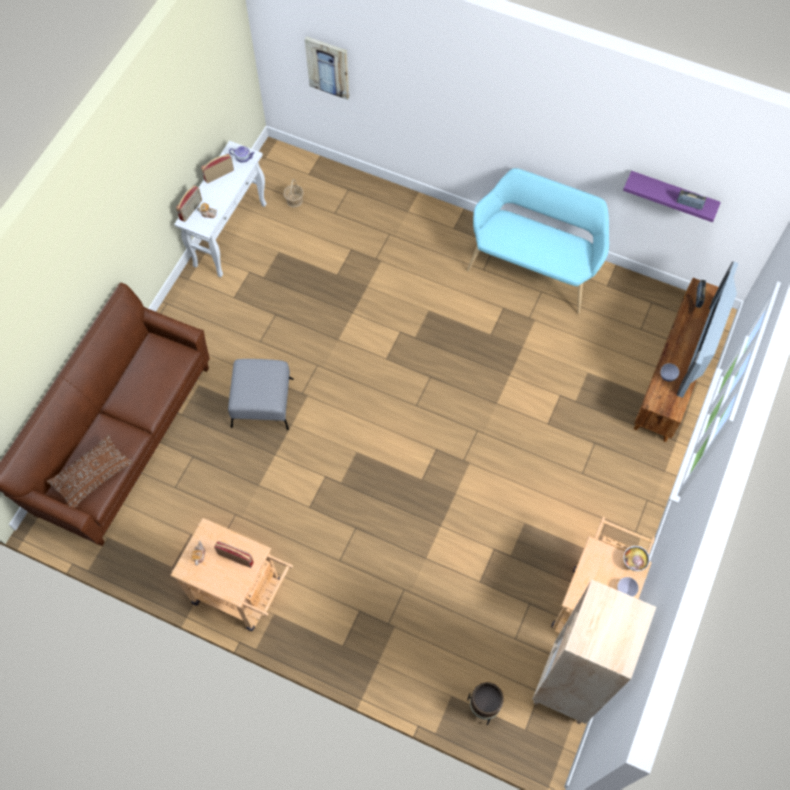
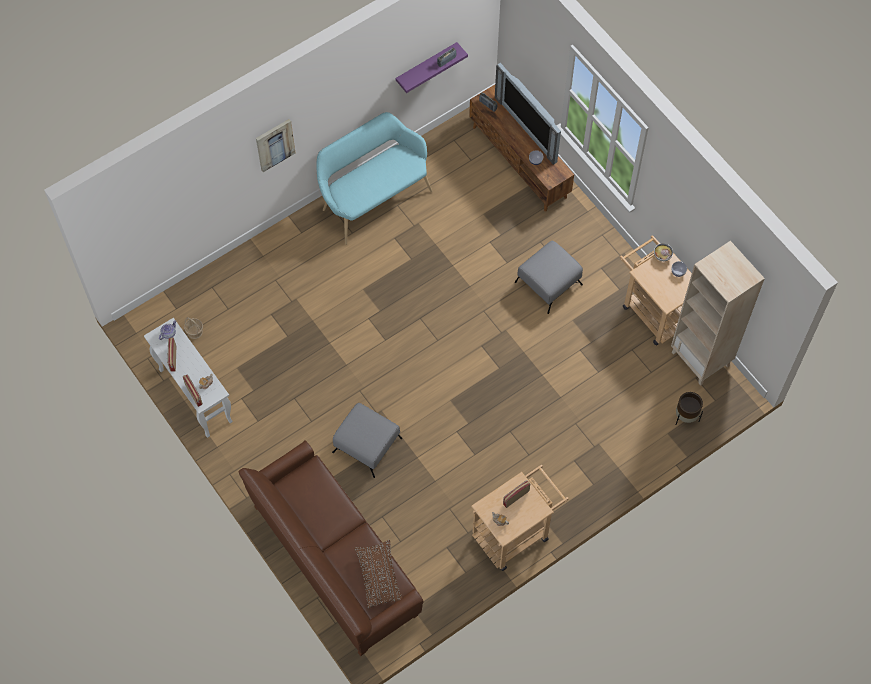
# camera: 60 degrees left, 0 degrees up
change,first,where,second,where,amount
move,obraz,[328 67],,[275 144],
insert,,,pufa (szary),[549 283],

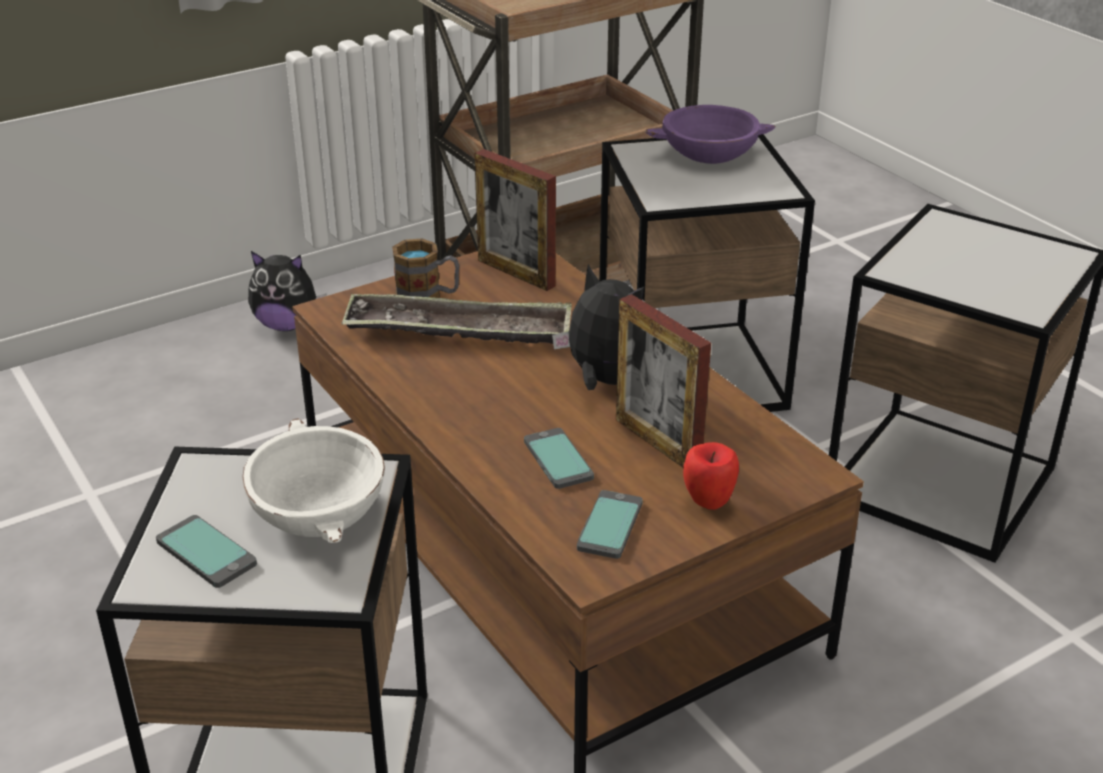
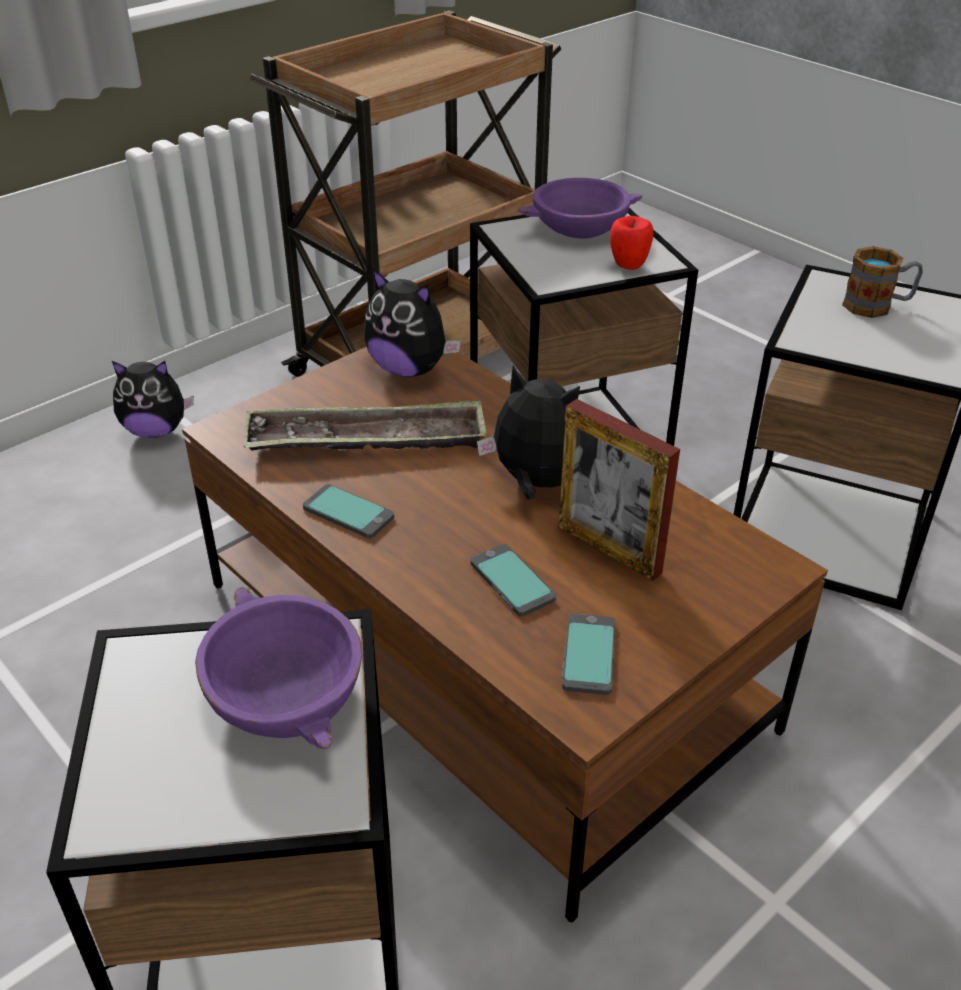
# camera: 10 degrees left, 5 degrees up
change,first,where,second,where,amount
recolor,miska (biały),[320 510],miska (fioletowy),[288 695],
move,telefon,[207 552],,[348 512],
replace,ramka na zdjęcie,[516 273],pluszak,[409 369],
move,jabłko,[708 503],,[628 267],
move,kubek,[427 296],,[877 306],

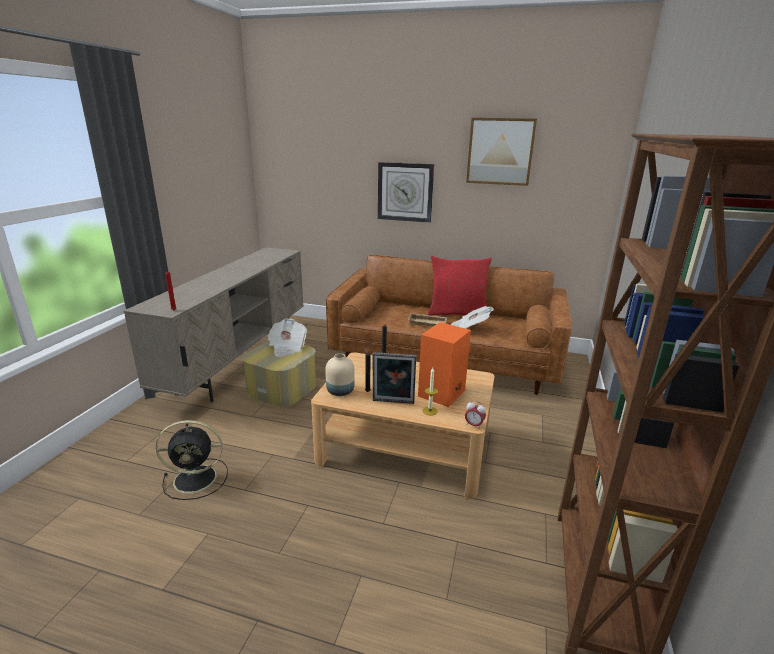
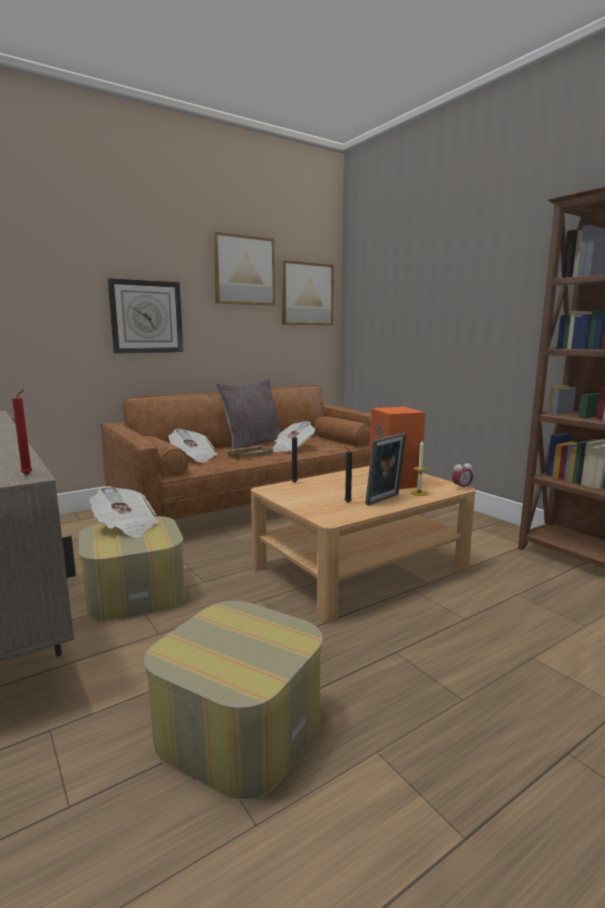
# camera: 50 degrees left, 10 degrees down
change,first,where,second,where,amount
replace,wentylator (czarny),[197 478],pufa,[239 727],
insert,,,gazeta,[193 458],
recolor,poduszka (czerwony),[457 313],poduszka (szary),[252 444],
insert,,,obraz,[306 294],
delete,wazon (beżowy),[340 391],,,

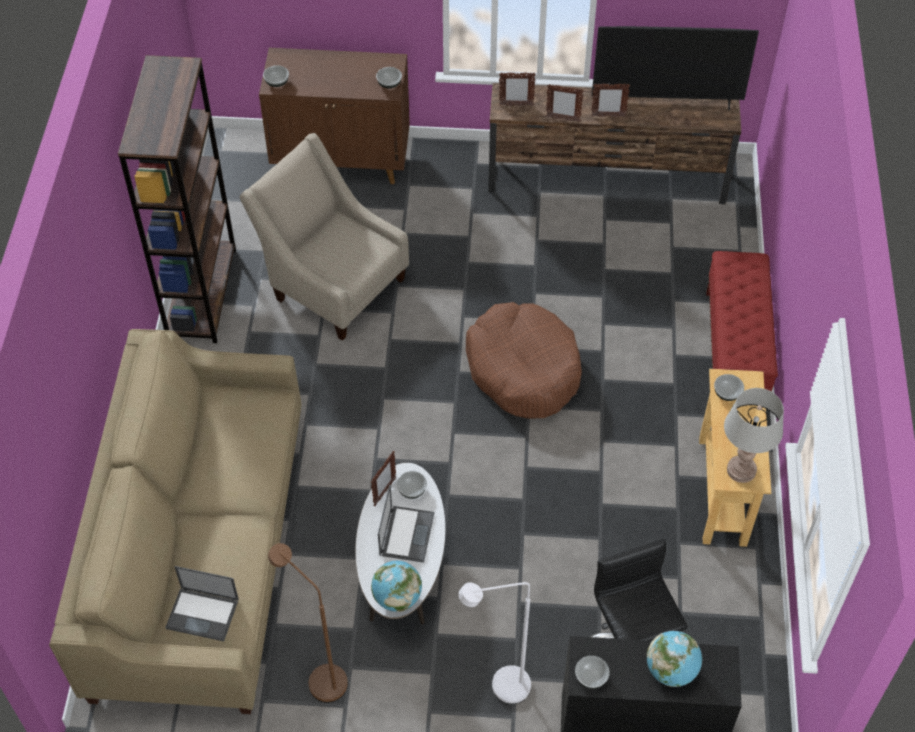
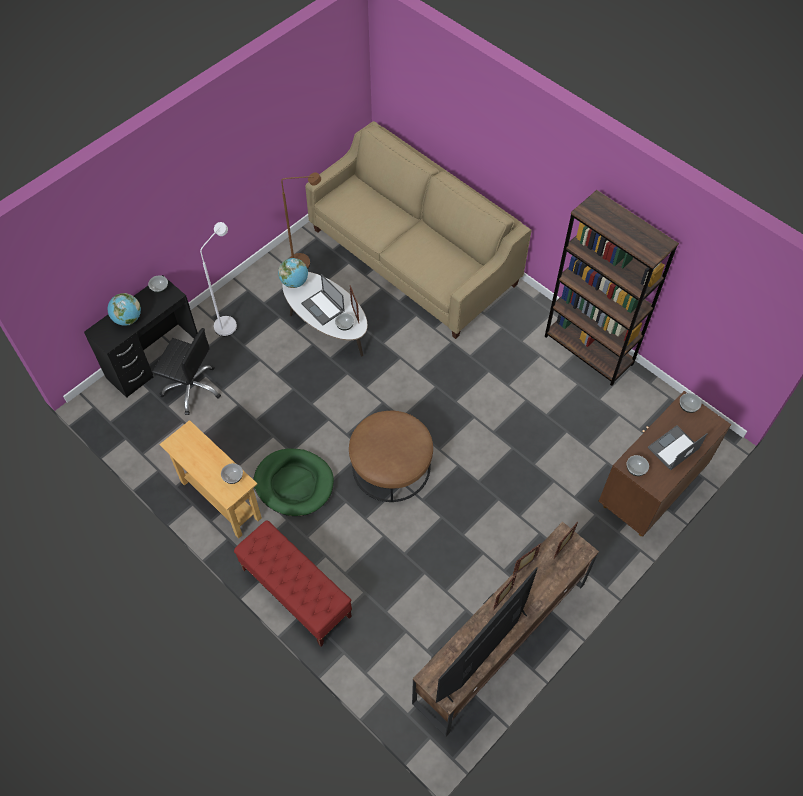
# camera: 130 degrees right, 5 degrees up
change,first,where,second,where,amount
insert,,,legowisko (zielony),[294 483],
replace,legowisko (brązowy),[523 369],pufa (brązowy),[391 466],
move,laptop,[203 613],,[673 448],
delete,fotel (beżowy),[333 284],,,
delete,lampa stołowa (szary),[741 470],,,

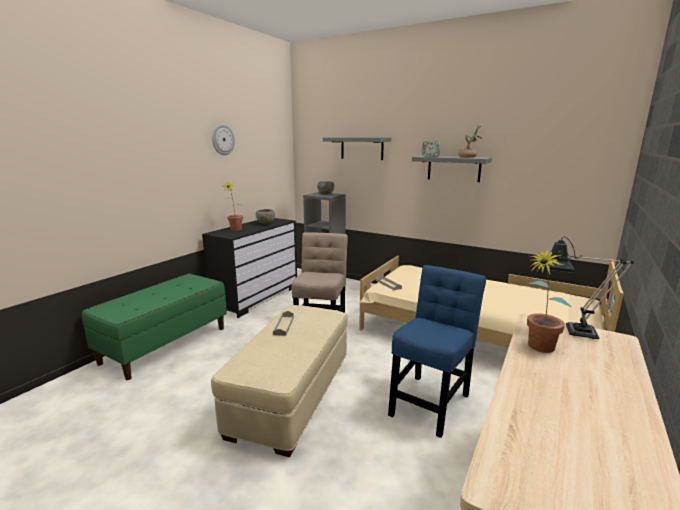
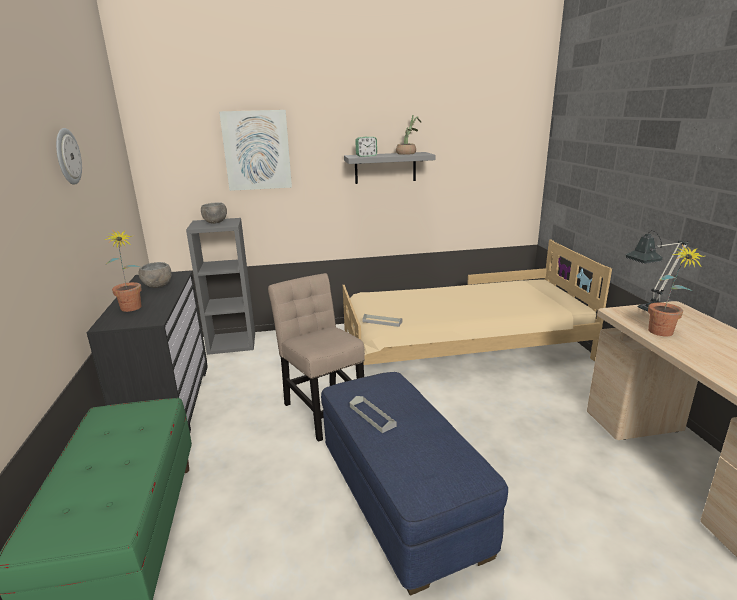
# camera: 40 degrees left, 5 degrees up
change,first,where,second,where,amount
replace,półka (szary),[362 148],obraz,[257 150],
recolor,pufa (beżowy),[292 394],pufa (niebieski),[401 496],
delete,krzesło (niebieski),[430 401],,,

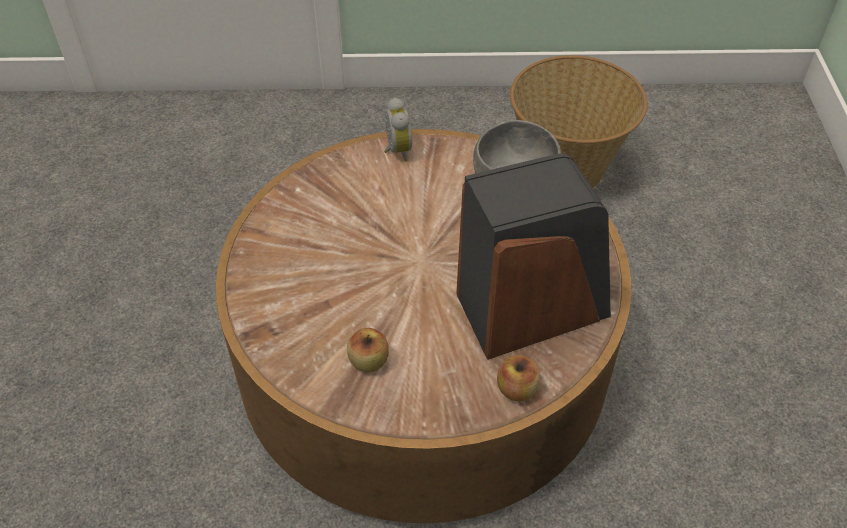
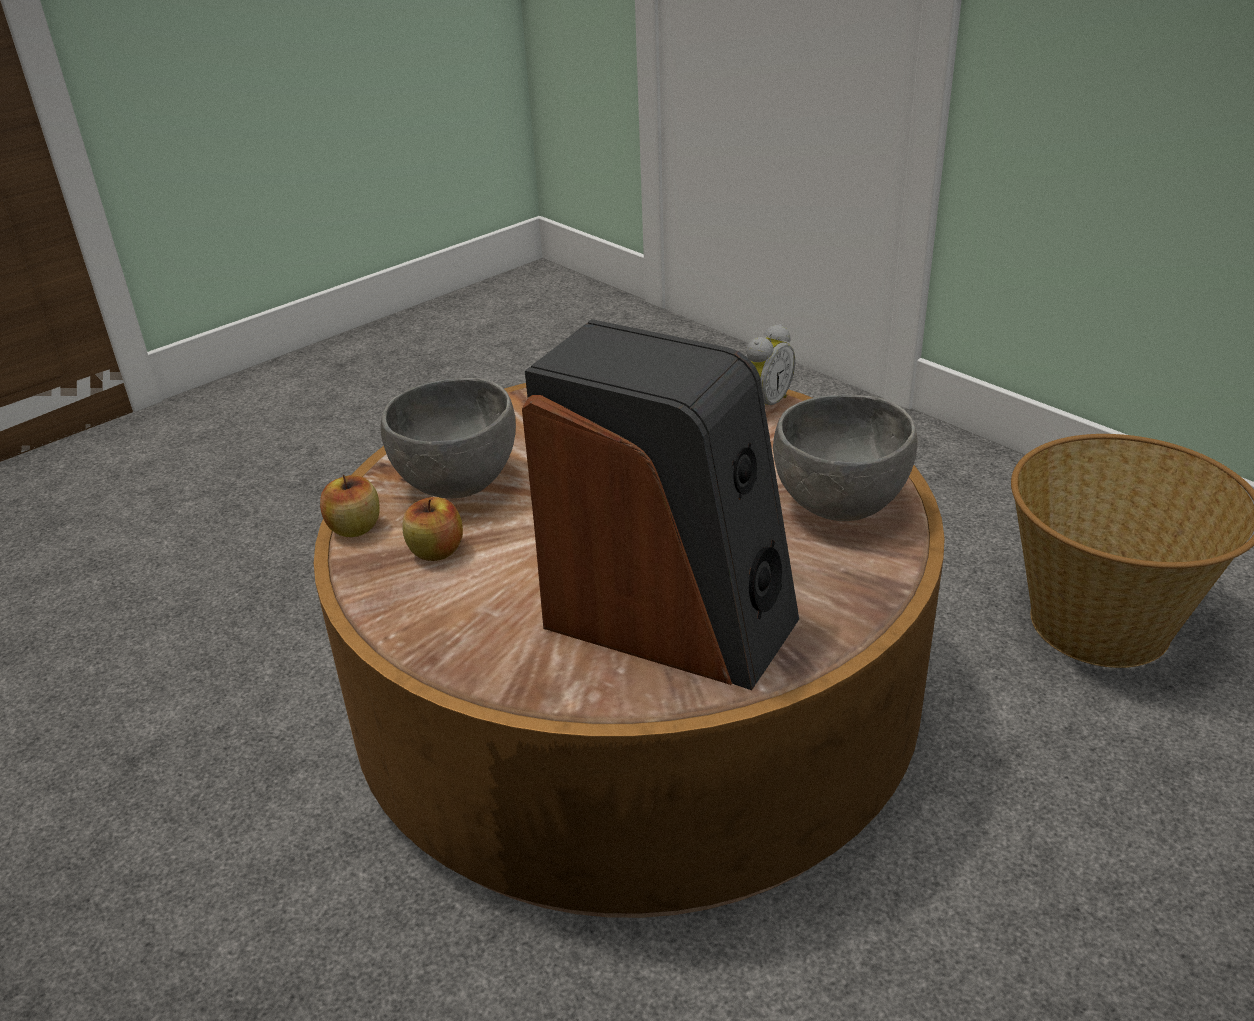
# camera: 50 degrees right, 15 degrees down
change,first,where,second,where,amount
move,jabłko,[516 389],,[354 528],
insert,,,miska (szary),[457 483],

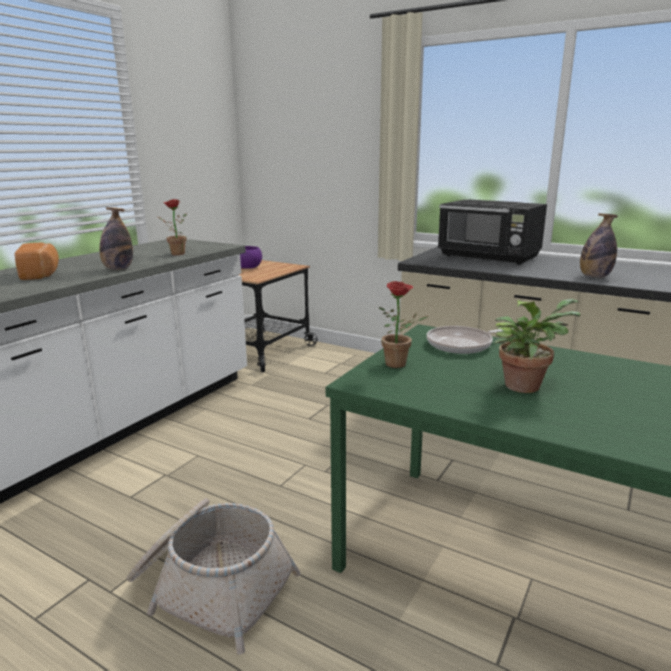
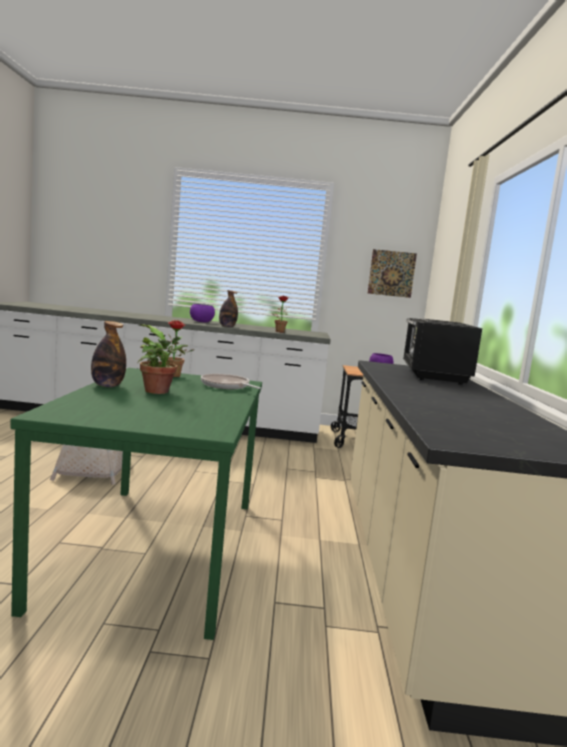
# camera: 60 degrees right, 10 degrees down
change,first,where,second,where,amount
move,butelka,[594 277],,[107 386],
replace,chleb,[41 274],miska (fioletowy),[201 322],
insert,,,obraz,[391 273],

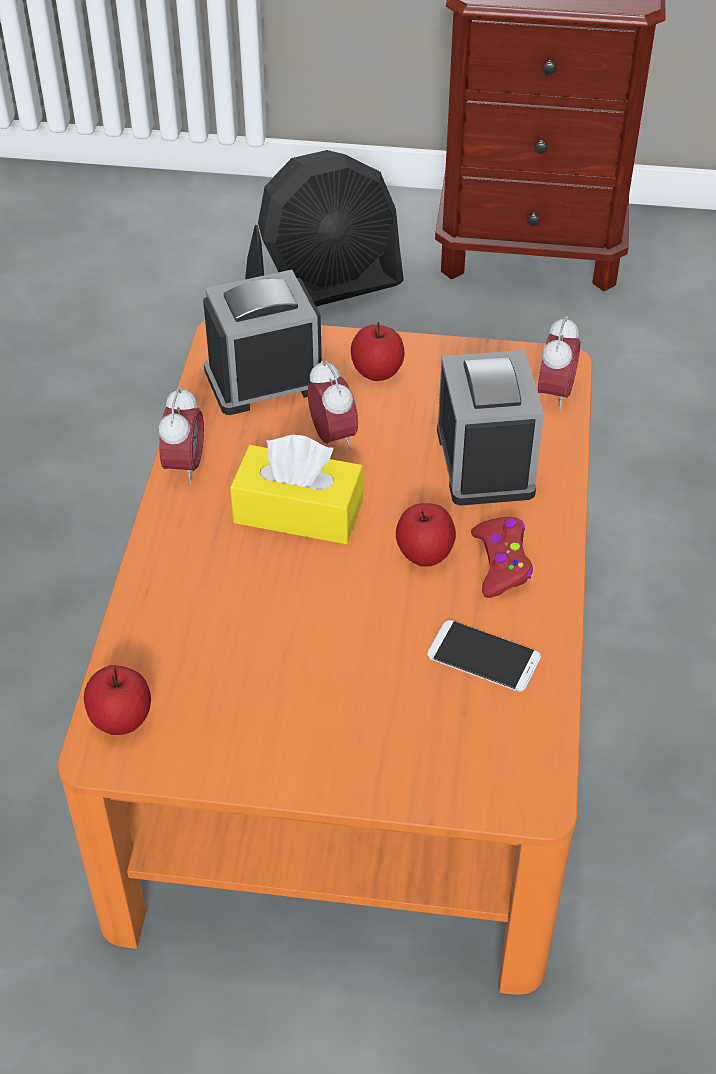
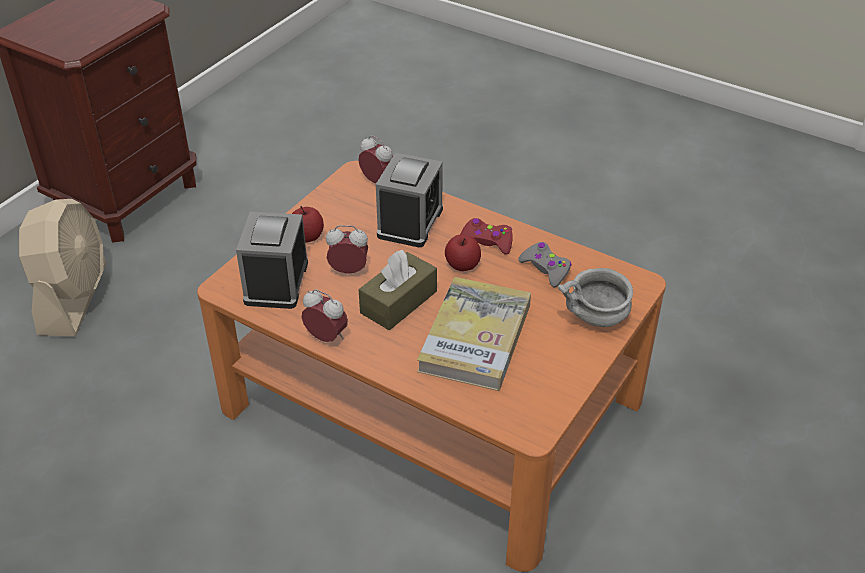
# camera: 65 degrees left, 5 degrees down
change,first,where,second,where,amount
recolor,wentylator (czarny),[325 288],wentylator (beżowy),[74 298],
recolor,pudełko chusteczek (żółty),[298 512],pudełko chusteczek (brązowy),[398 302],
rotate,budzik,[485 461],,[410 222],90 degrees clockwise
insert,,,książka,[475 337],
replace,telefon,[483 657],pad do gier (szary),[545 269],
insert,,,miska (szary),[596 317],
delete,jabłko,[121 718],,,

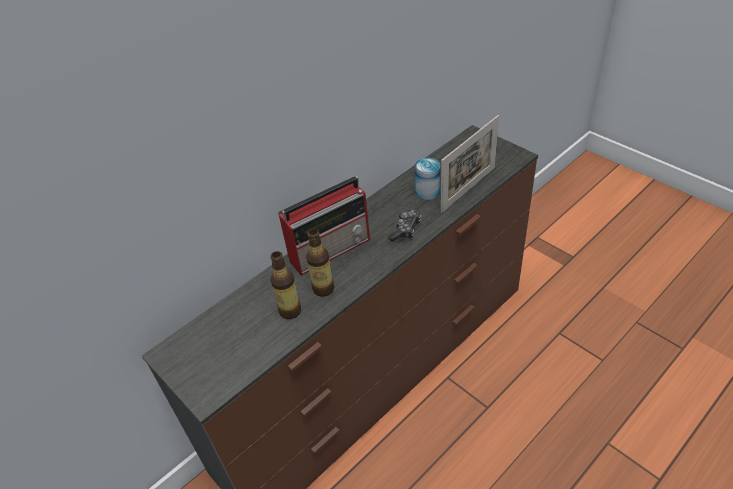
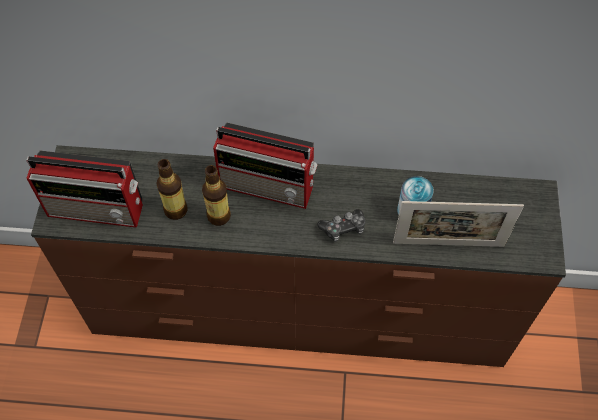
# camera: 45 degrees right, 15 degrees up
change,first,where,second,where,amount
insert,,,radio,[98 209],

